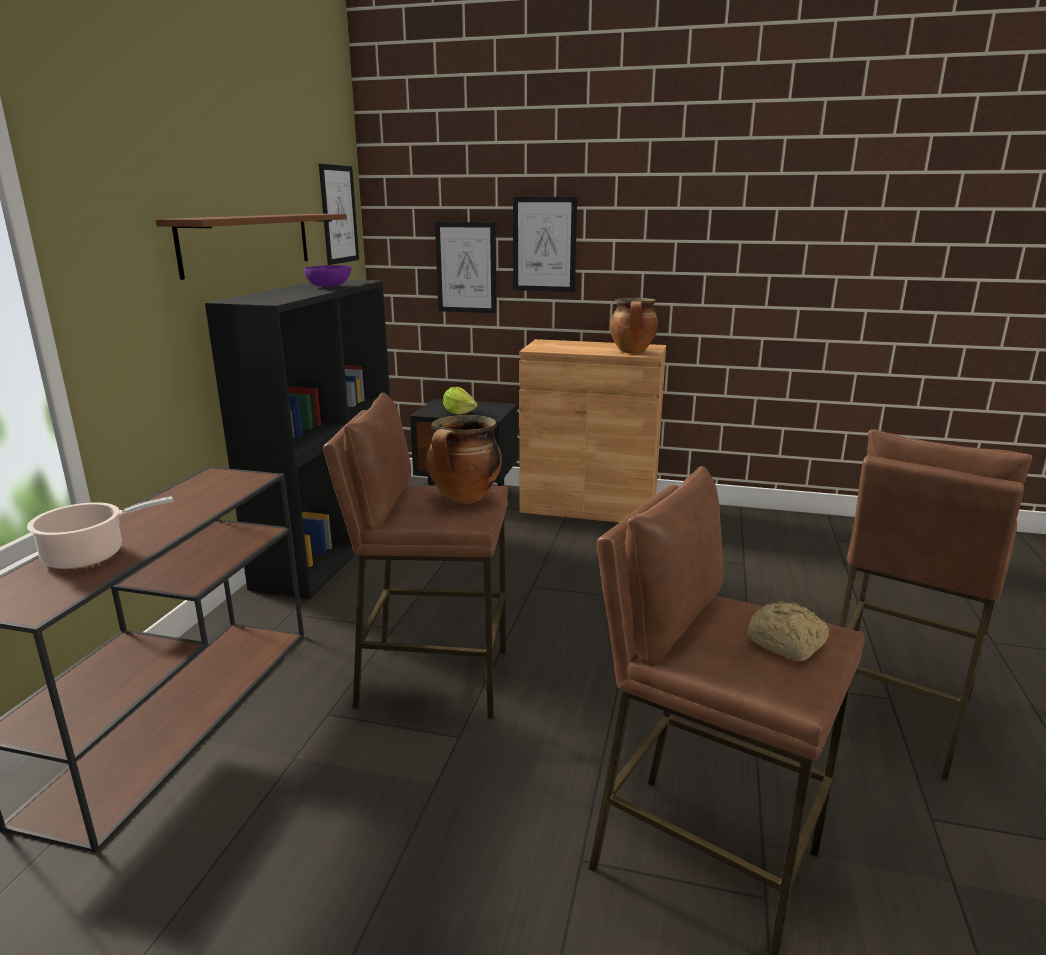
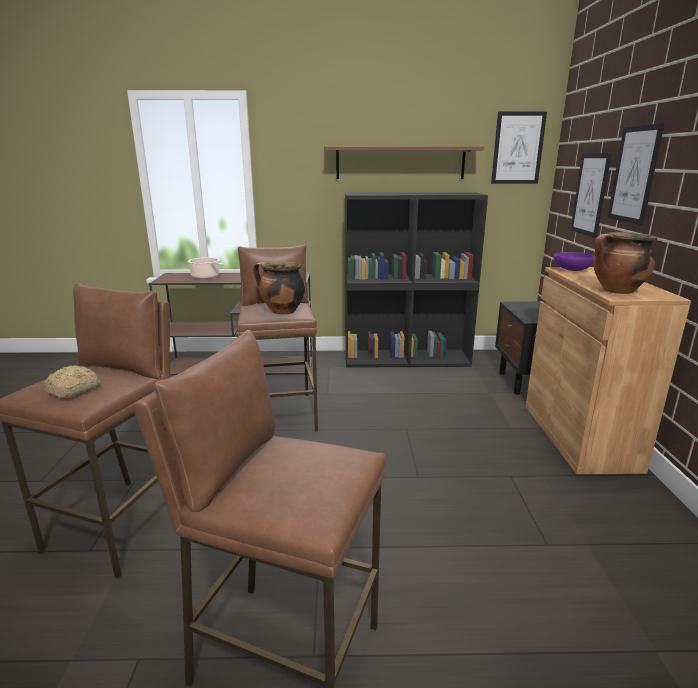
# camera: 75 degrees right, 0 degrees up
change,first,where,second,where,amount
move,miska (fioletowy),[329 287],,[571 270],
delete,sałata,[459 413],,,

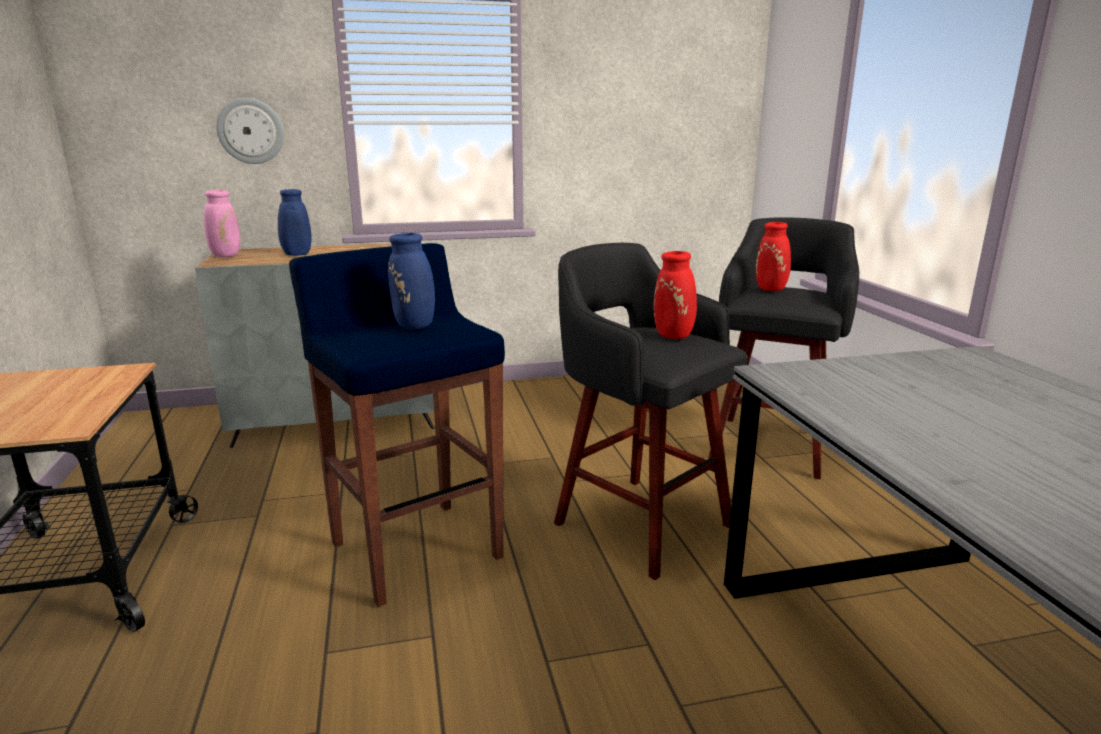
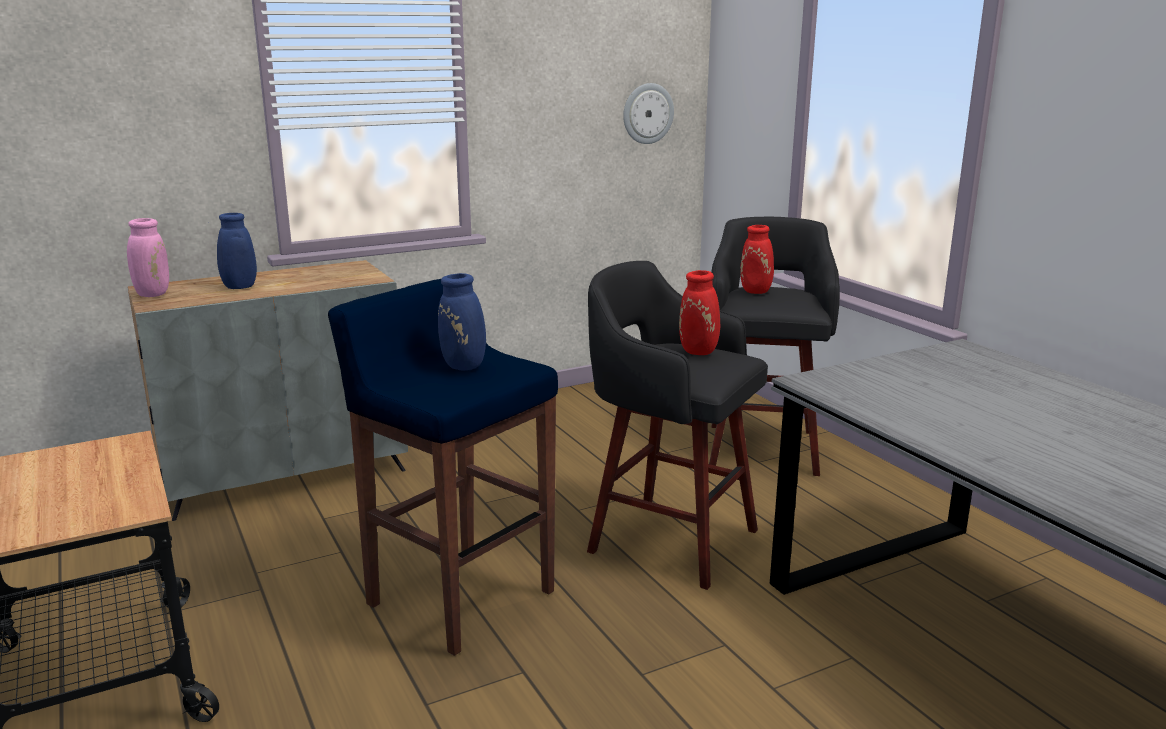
# camera: 15 degrees left, 0 degrees up
change,first,where,second,where,amount
move,zegar ścienny,[251 131],,[647 113],

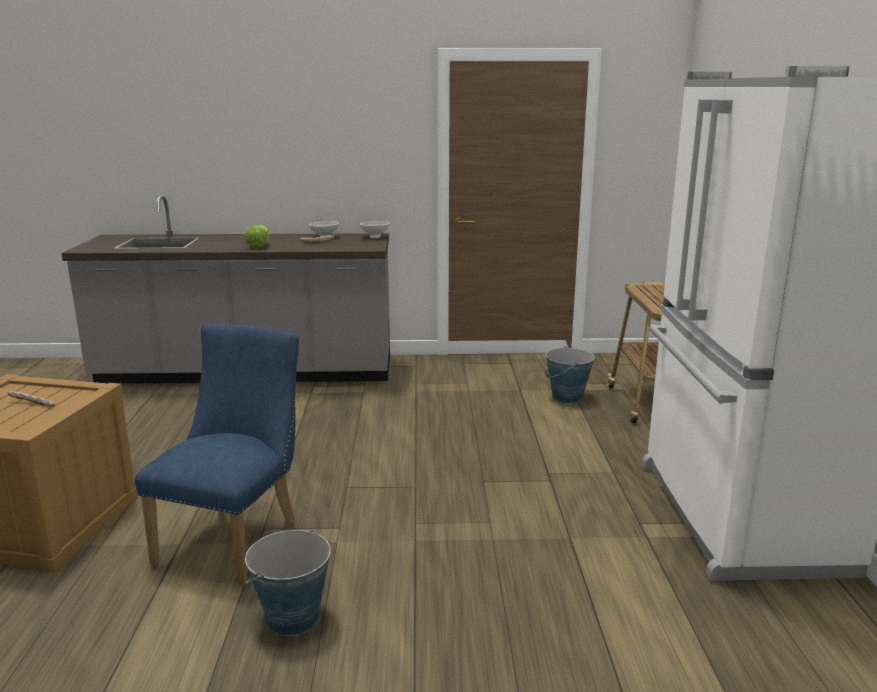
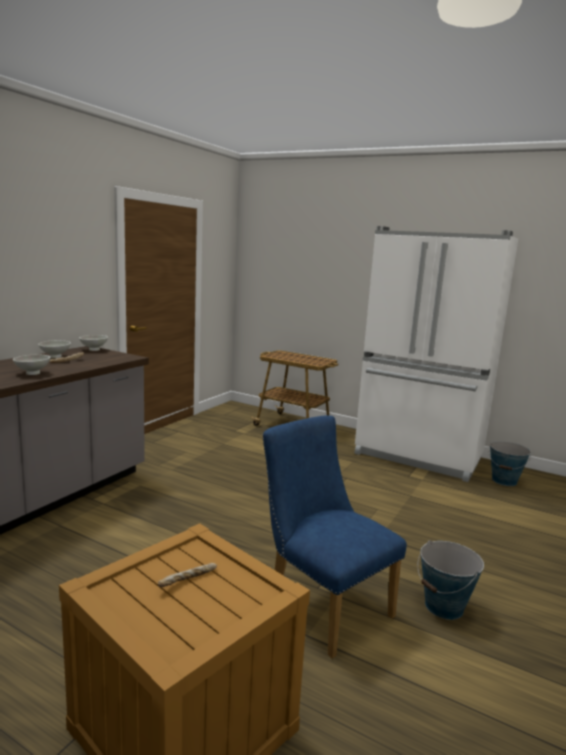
# camera: 60 degrees left, 5 degrees down
change,first,where,second,where,amount
replace,sałata,[259 246],miska (biały),[32 373],
move,wiadro,[567 397],,[504 481],

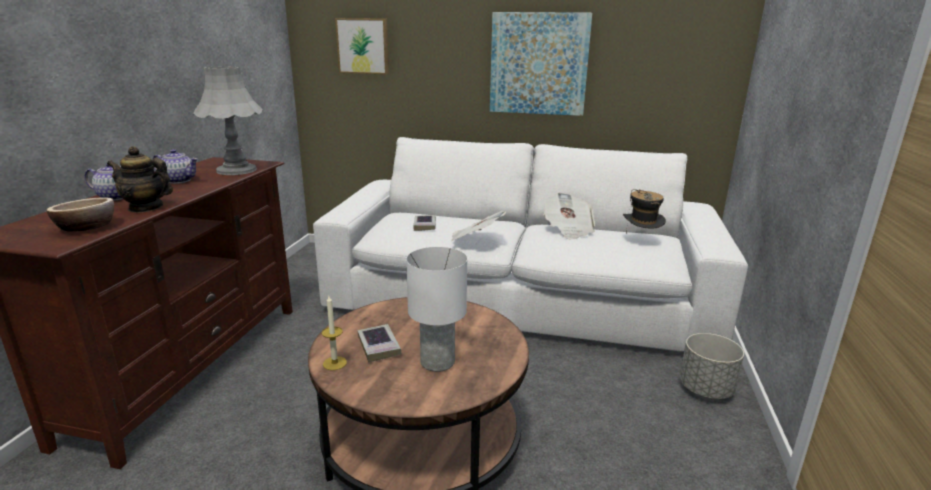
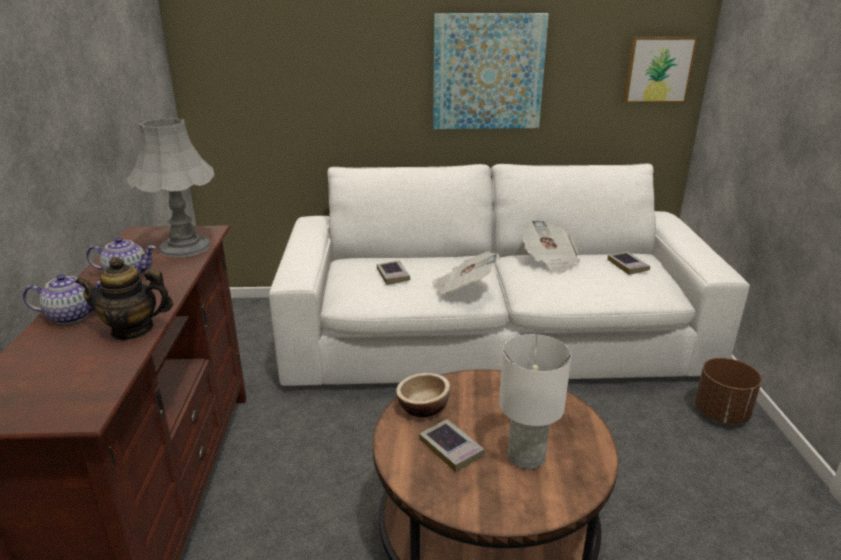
# camera: 15 degrees left, 5 degrees up
change,first,where,second,where,amount
move,miska,[87 227],,[423 407],
replace,kapelusz,[640 241],książka,[627 266],
move,obraz,[363 46],,[657 69],
recolor,donica (szary),[706 389],donica (brązowy),[721 413],
delete,świeca,[334 363],,,

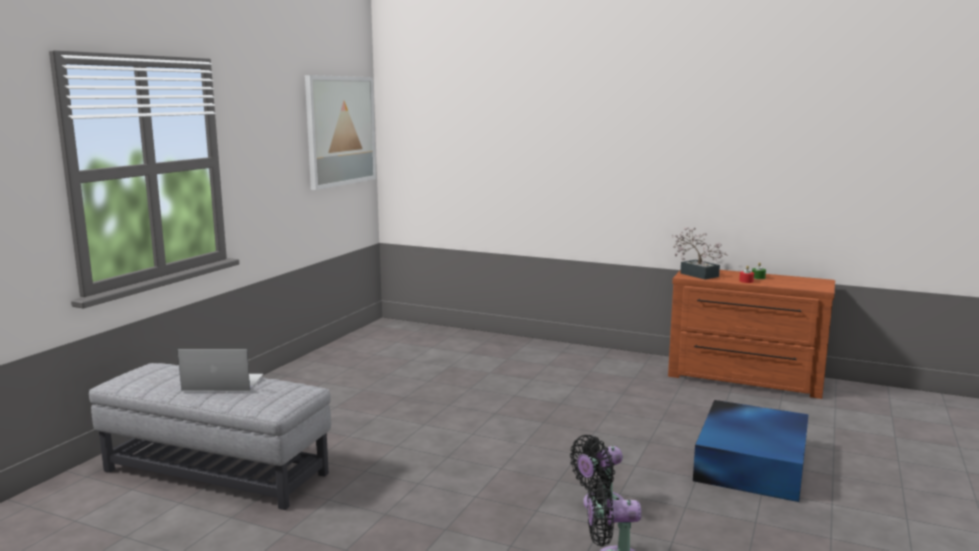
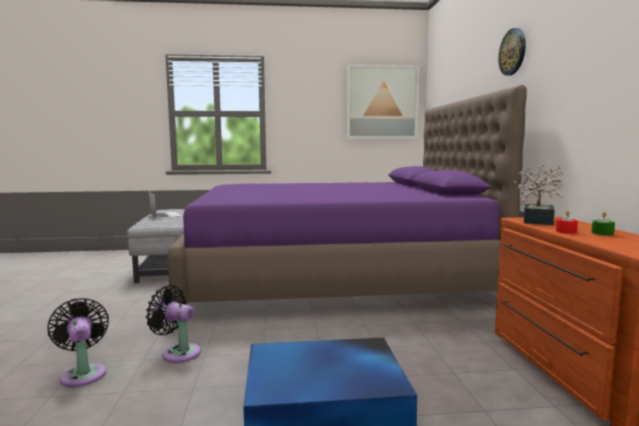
# camera: 60 degrees right, 5 degrees down
change,first,where,second,where,amount
insert,,,łóżko (fioletowy),[333 276],
insert,,,zegar ścienny,[513 52],

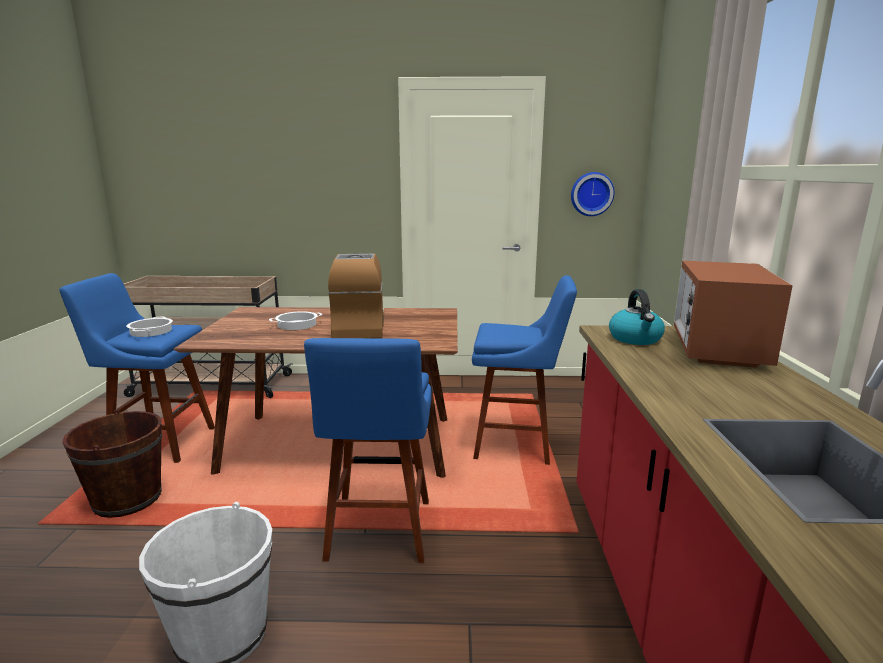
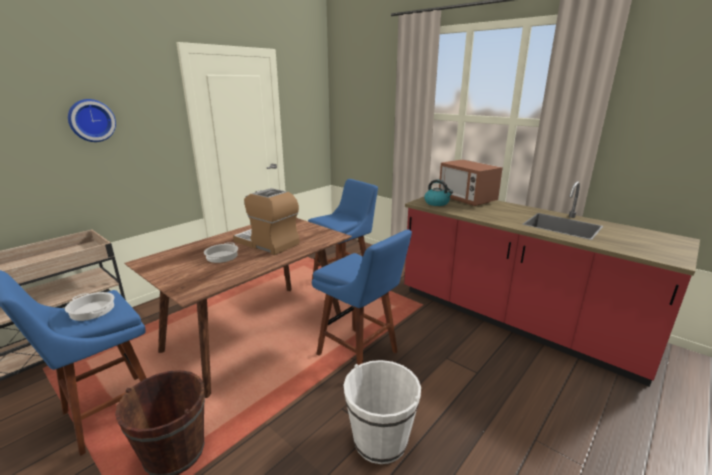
# camera: 50 degrees left, 5 degrees up
change,first,where,second,where,amount
move,zegar ścienny,[591 194],,[91 120],

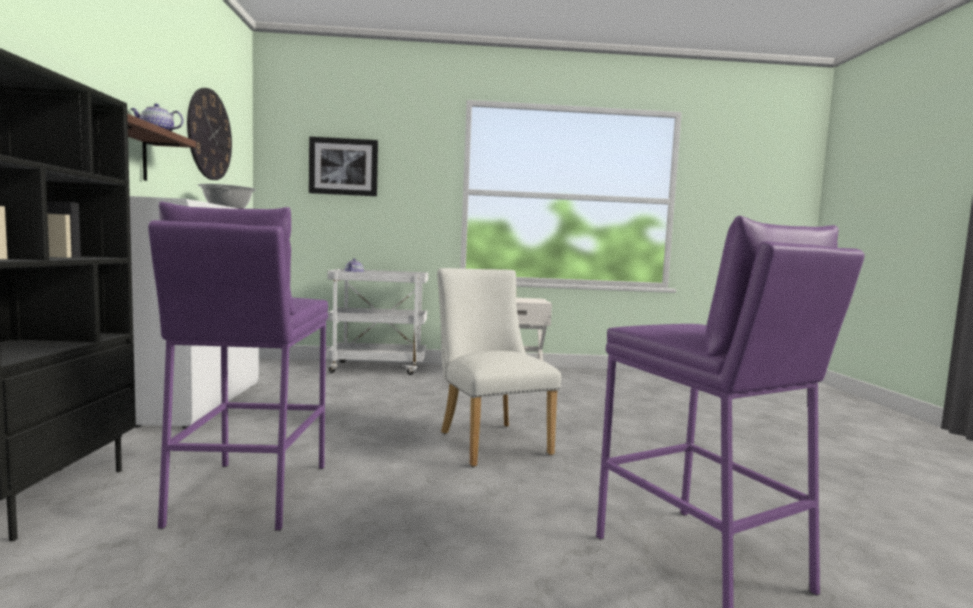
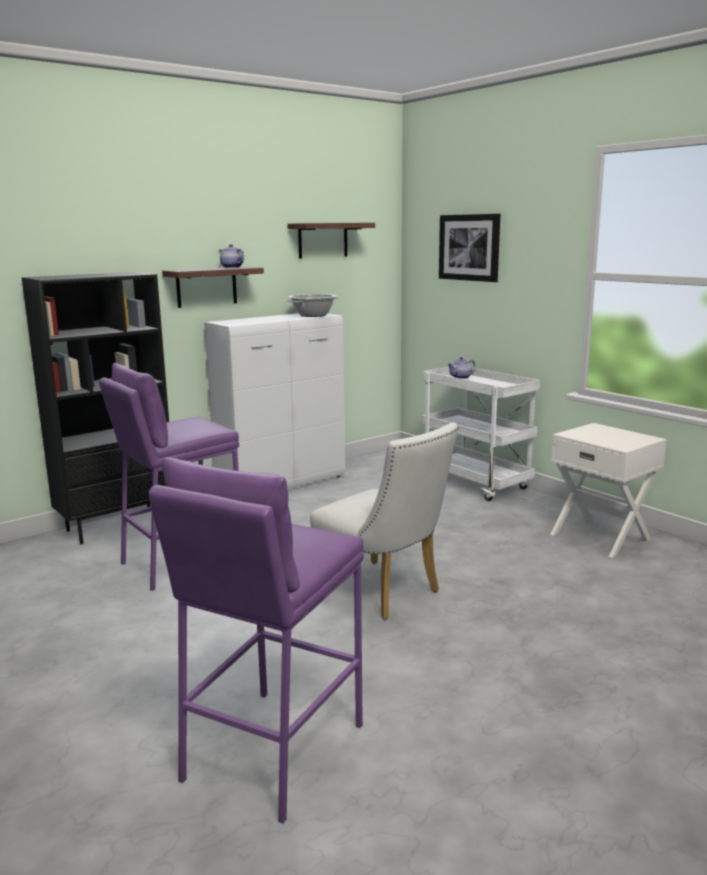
# camera: 55 degrees right, 10 degrees up
change,first,where,second,where,amount
replace,zegar ścienny,[209 135],półka,[323 240],
rotate,krzesło (biały),[489 440],,[384 593],105 degrees clockwise

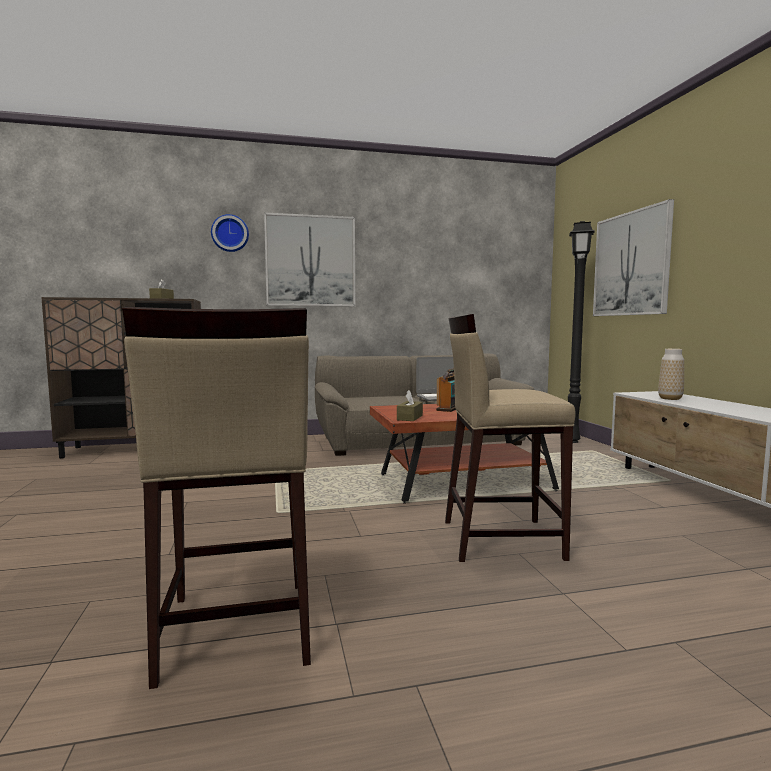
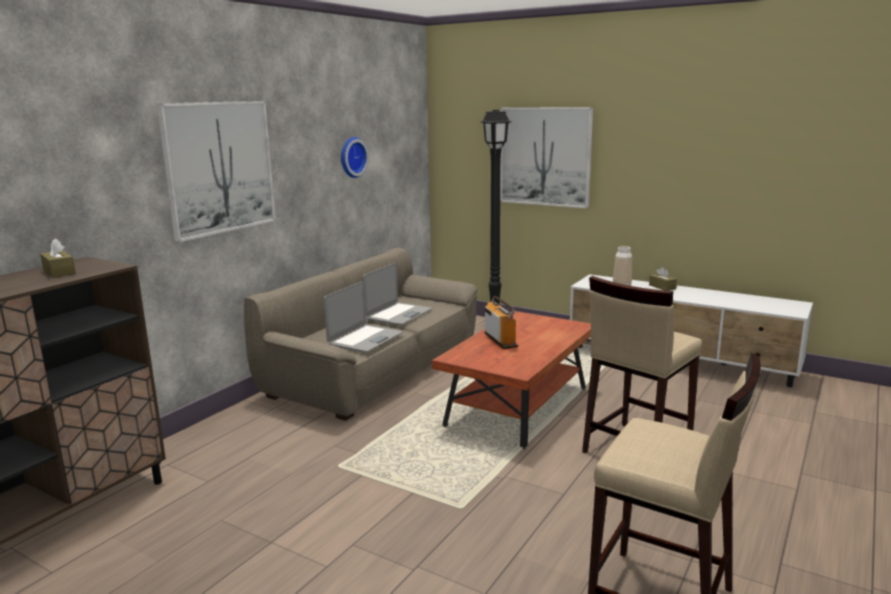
# camera: 45 degrees left, 10 degrees up
change,first,where,second,where,amount
insert,,,laptop,[365 339],
move,zegar ścienny,[230 233],,[351 157],
move,pudełko chusteczek (brązowy),[409 418],,[662 287],

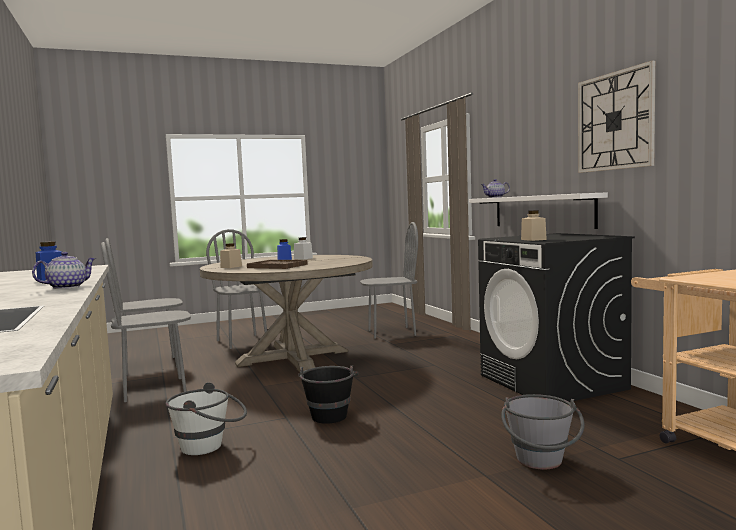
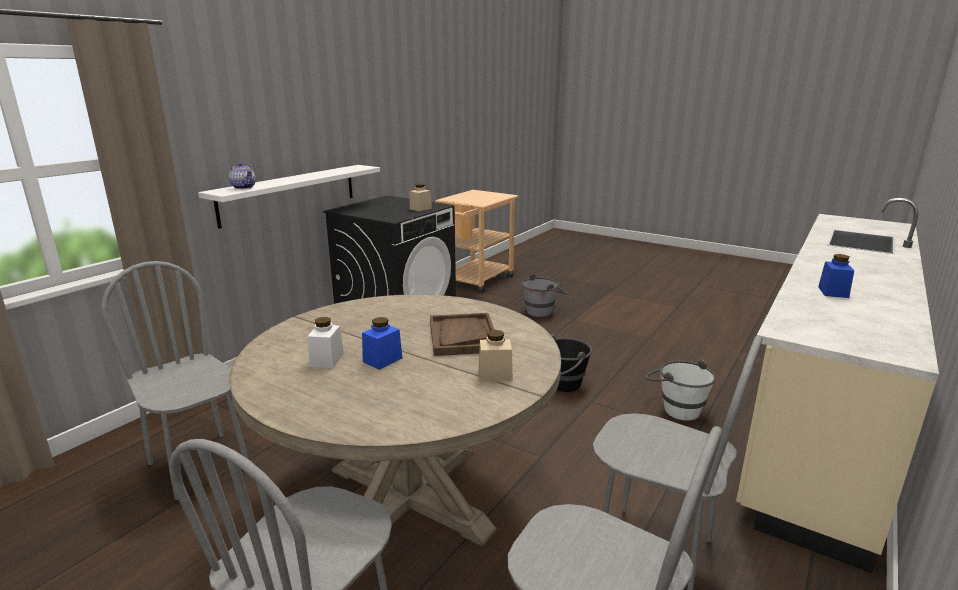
# camera: 125 degrees left, 15 degrees up
change,first,where,second,where,amount
delete,imbryk,[67 287],,,
delete,zegar ścienny,[615 121],,,

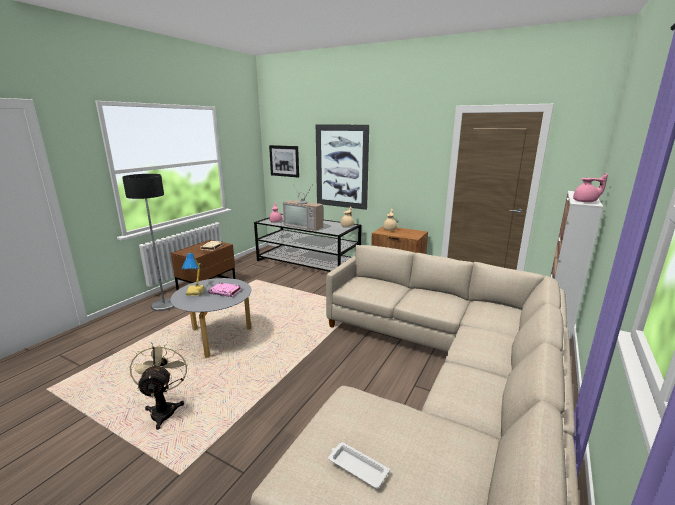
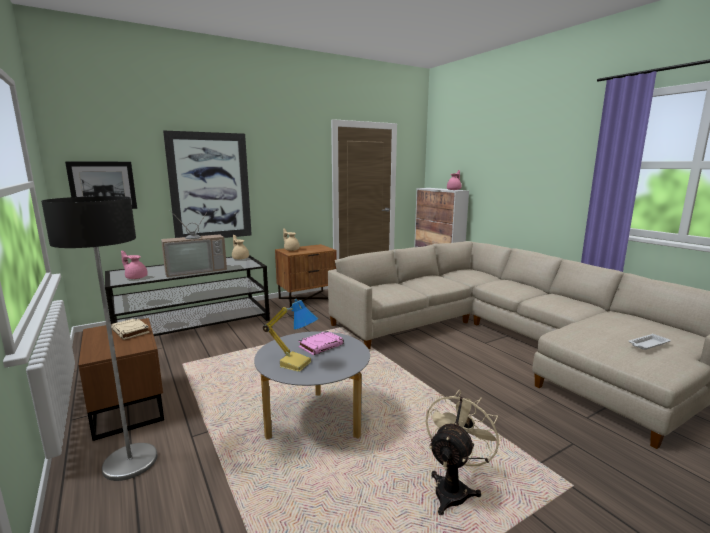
# camera: 60 degrees left, 5 degrees down
change,first,where,second,where,amount
rotate,wentylator (beżowy),[164 409],,[454 488],105 degrees clockwise

